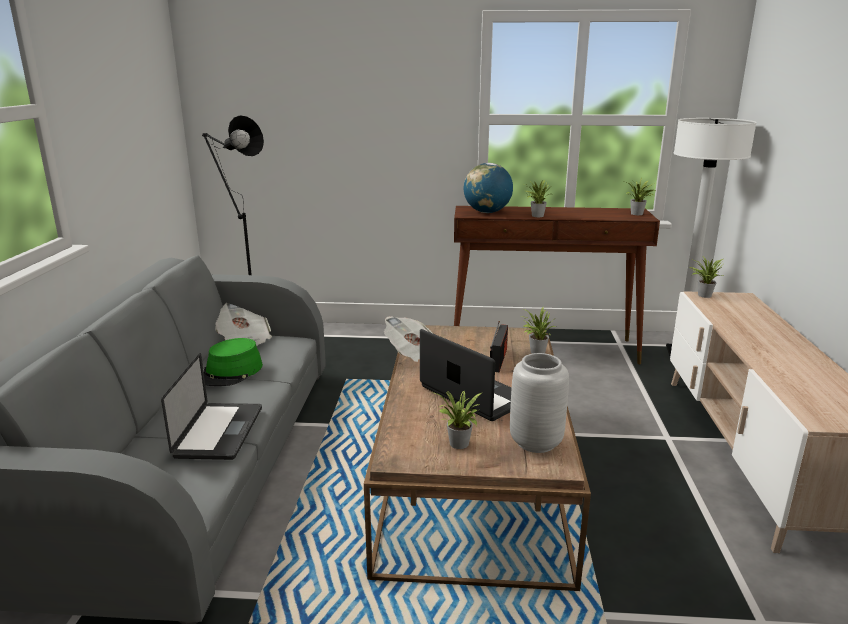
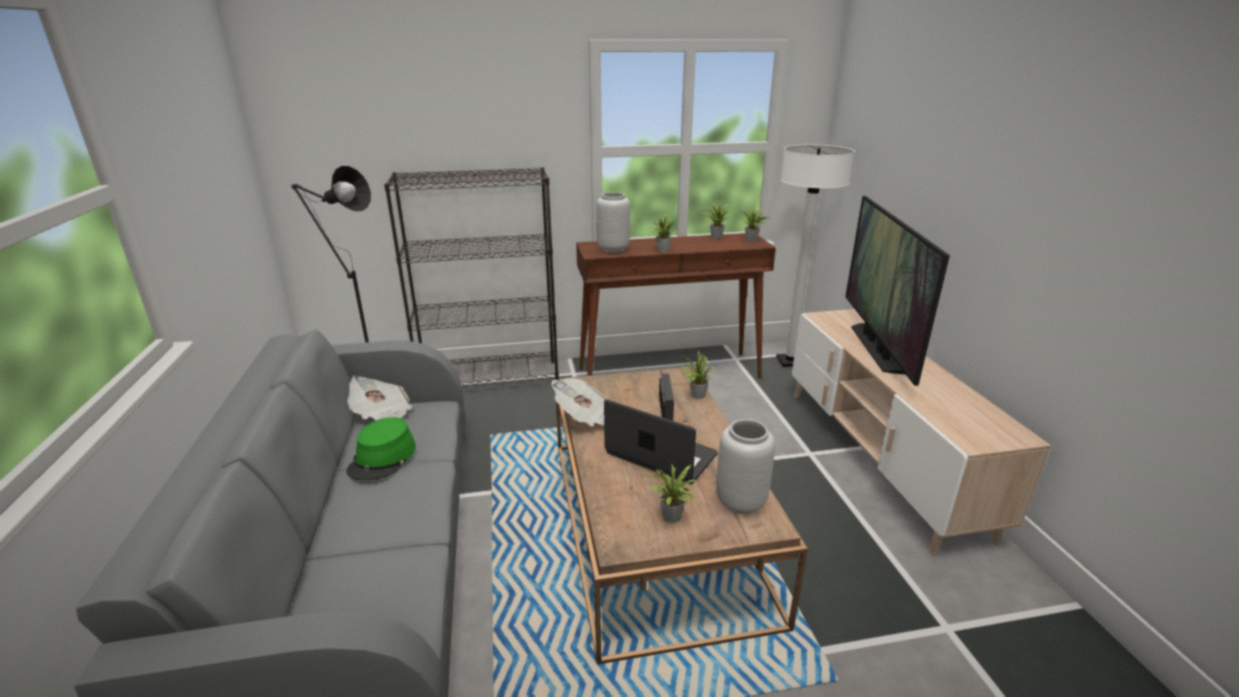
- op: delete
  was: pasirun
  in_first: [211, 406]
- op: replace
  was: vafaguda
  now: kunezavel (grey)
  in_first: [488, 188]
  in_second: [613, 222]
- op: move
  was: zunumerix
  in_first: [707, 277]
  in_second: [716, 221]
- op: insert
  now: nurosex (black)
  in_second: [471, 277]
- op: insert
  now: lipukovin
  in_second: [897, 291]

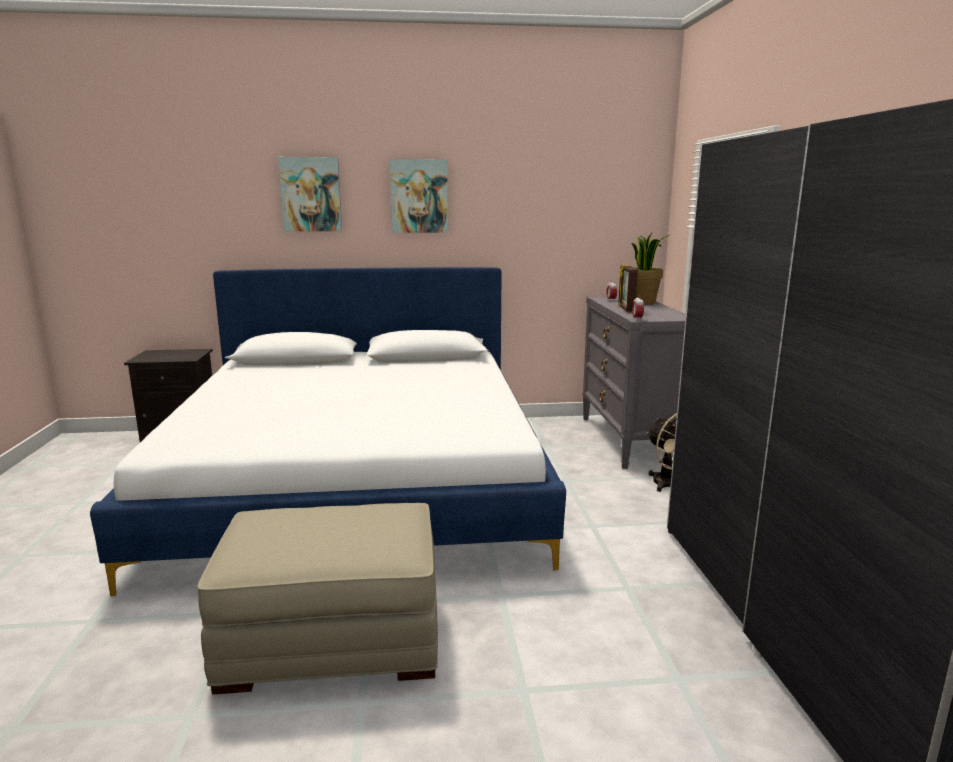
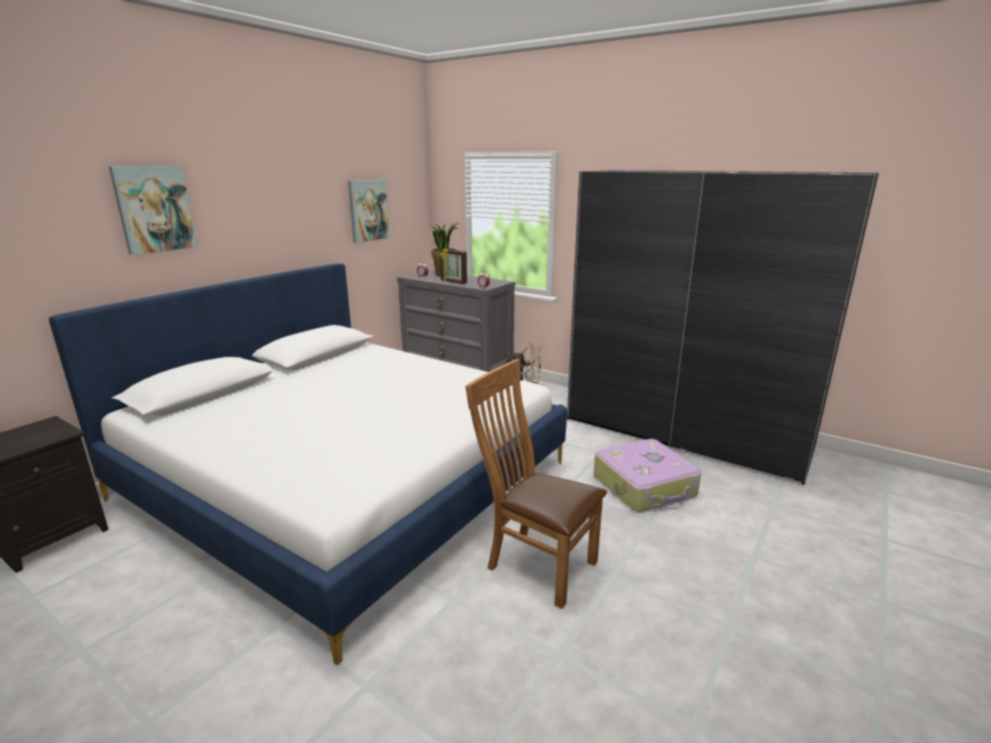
- op: replace
  was: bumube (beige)
  now: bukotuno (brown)
  in_first: [317, 599]
  in_second: [536, 484]
- op: move
  was: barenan
  in_first: [419, 196]
  in_second: [369, 211]
- op: insert
  now: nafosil
  in_second: [647, 475]

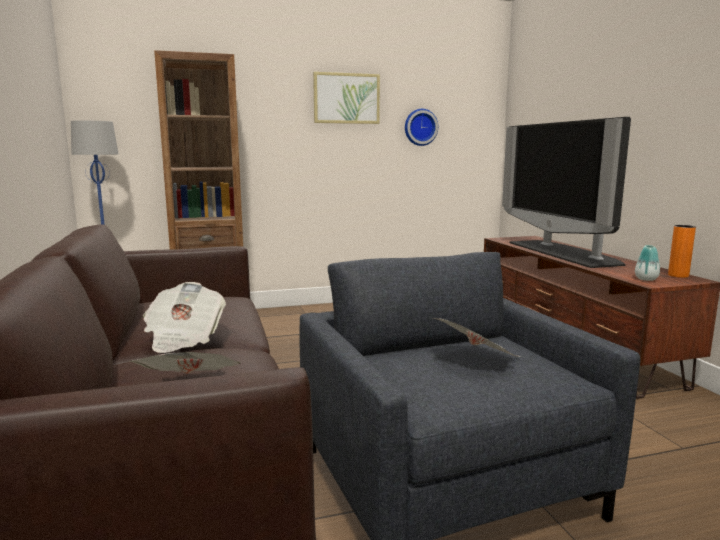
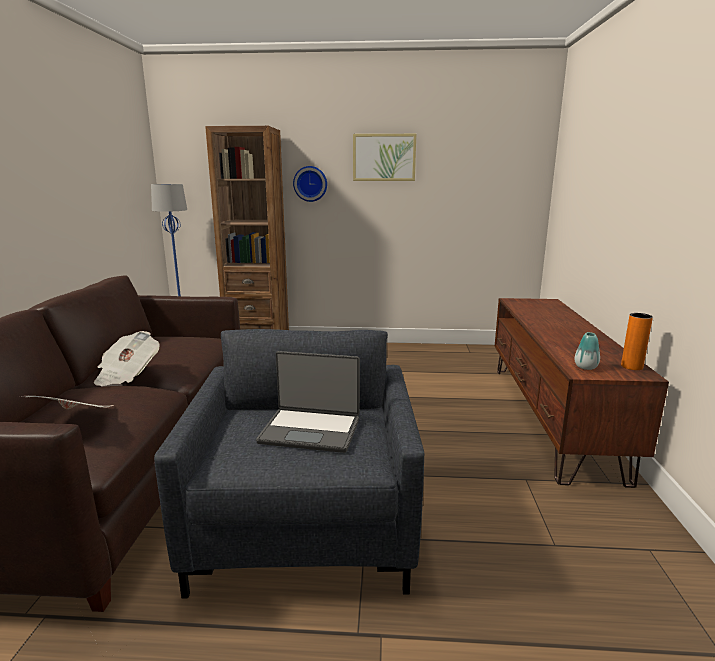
- op: move
  was: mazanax
  in_first: [421, 127]
  in_second: [310, 184]
- op: replace
  was: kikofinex
  now: pasirun
  in_first: [477, 337]
  in_second: [308, 402]
- op: delete
  was: lipukovin
  in_first: [566, 192]

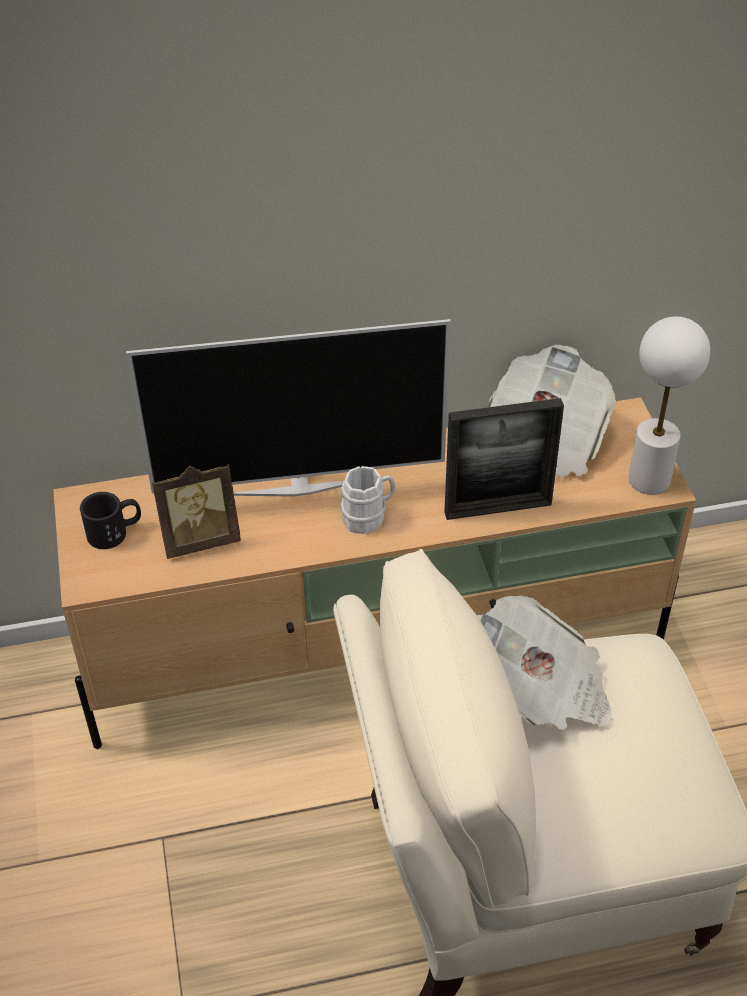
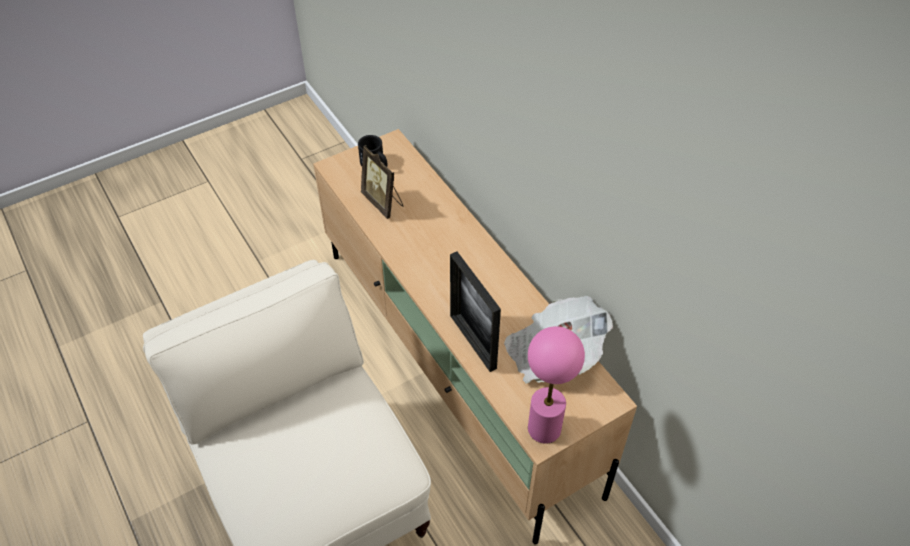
- op: delete
  was: lipukovin
  in_first: [288, 408]
- op: delete
  was: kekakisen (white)
  in_first: [368, 500]
- op: delete
  was: kikofinex
  in_first: [545, 663]
- op: recolor
  was: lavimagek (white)
  now: lavimagek (pink)
  in_first: [669, 406]
  in_second: [556, 385]

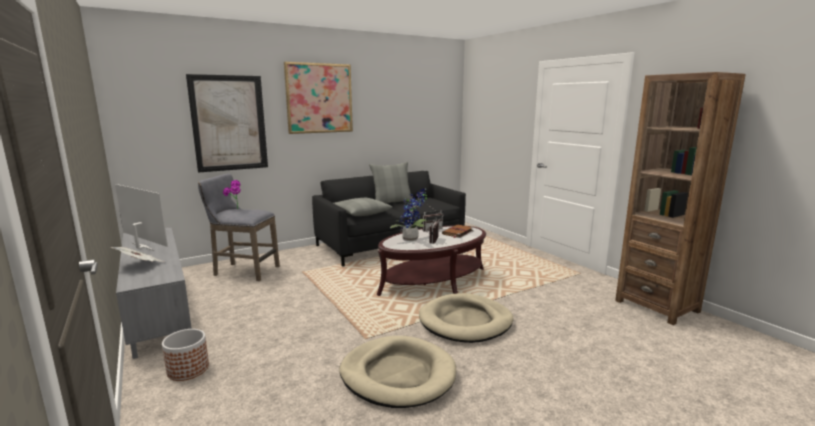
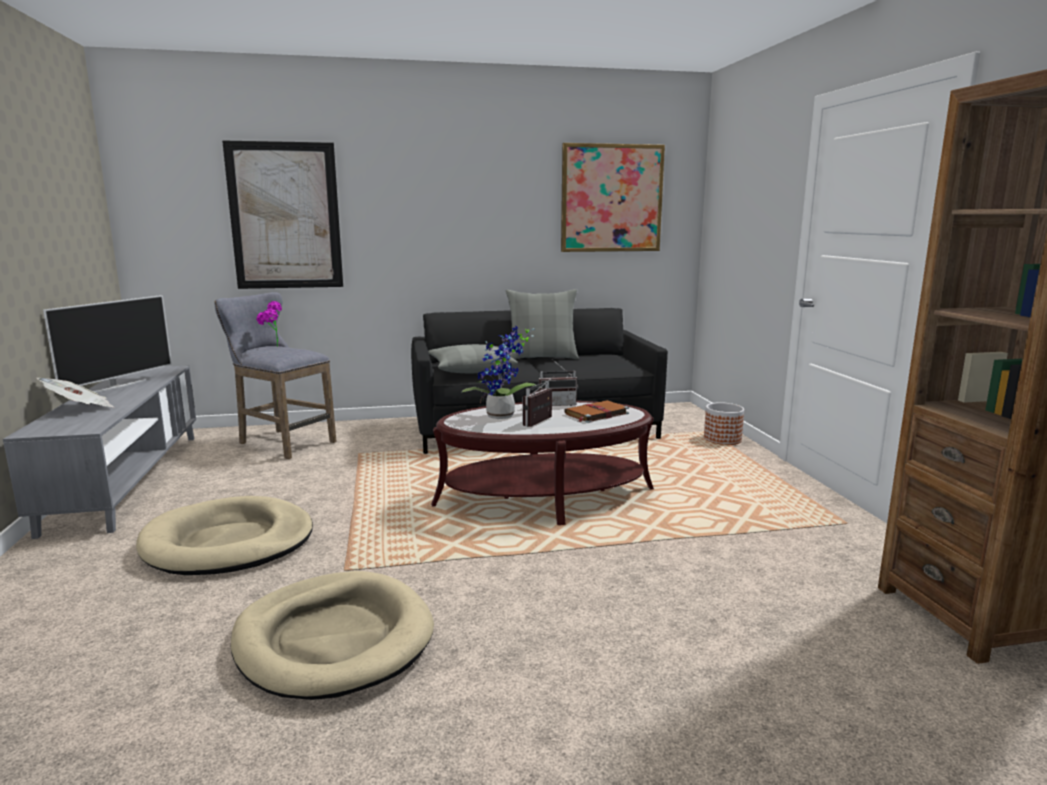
- op: rotate
  was: lipukovin
  in_first: [141, 217]
  in_second: [107, 344]
  clockwise: 60
- op: move
  was: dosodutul
  in_first: [185, 355]
  in_second: [724, 423]
- op: move
  was: barenan
  in_first: [318, 98]
  in_second: [613, 197]
- op: move
  was: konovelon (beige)
  in_first: [466, 318]
  in_second: [224, 535]

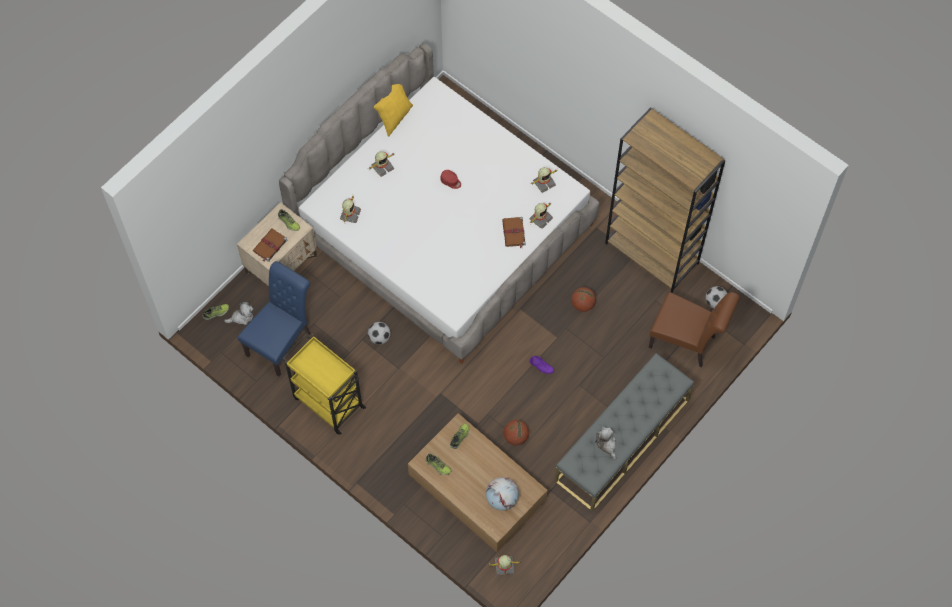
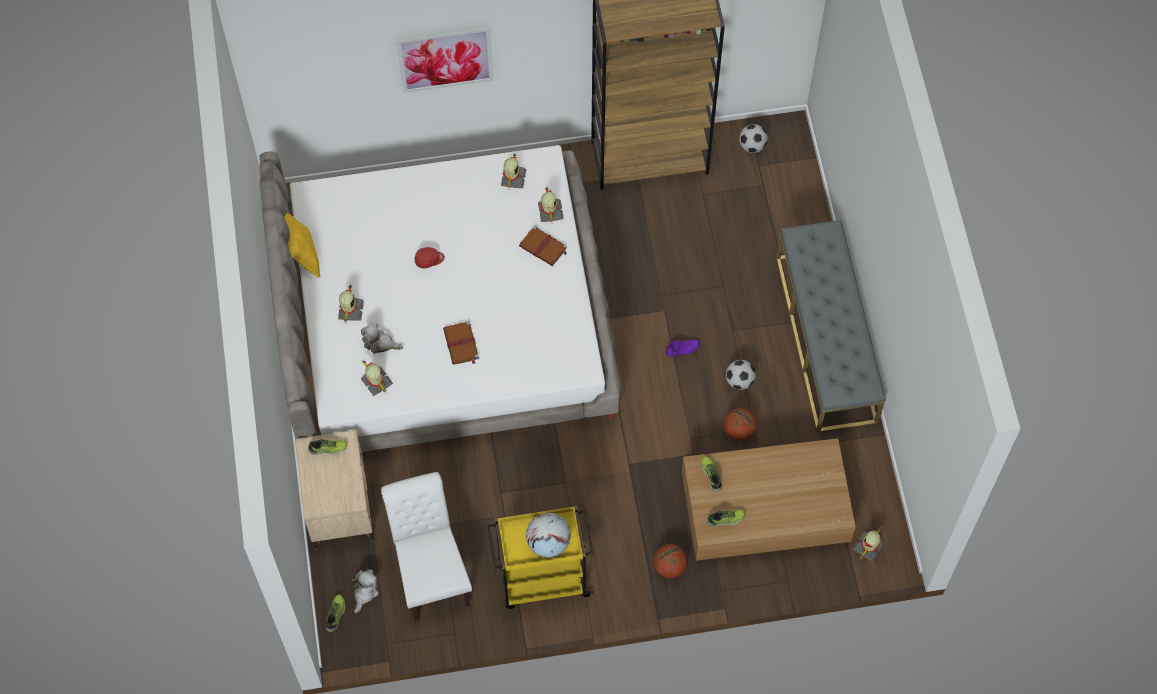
- op: recolor
  was: bukotuno (blue)
  now: bukotuno (white)
  in_first: [274, 319]
  in_second: [426, 547]
- op: move
  was: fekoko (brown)
  in_first: [270, 245]
  in_second: [461, 343]
- op: move
  was: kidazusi
  in_first: [379, 333]
  in_second: [741, 375]
- op: move
  was: vafaguda
  in_first: [502, 494]
  in_second: [548, 535]
- op: move
  was: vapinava
  in_first: [583, 299]
  in_second: [670, 561]
- op: move
  was: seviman
  in_first: [605, 443]
  in_second: [382, 338]
- op: delete
  was: bukotuno (brown)
  in_first: [694, 330]
- op: insert
  now: barenan
  in_second: [444, 60]

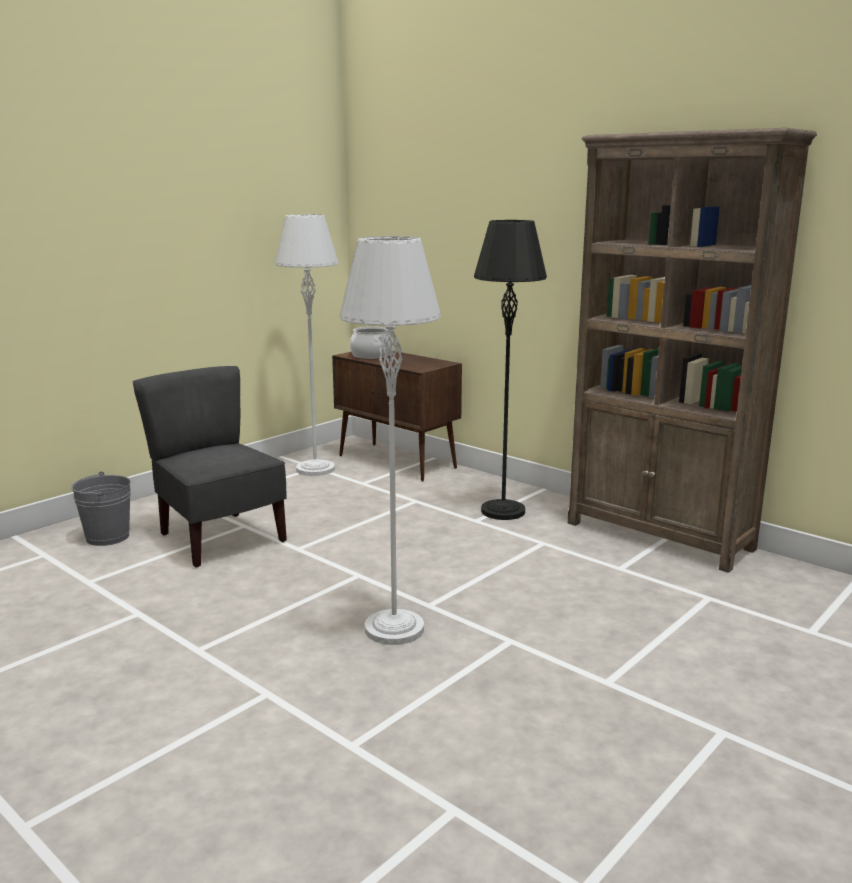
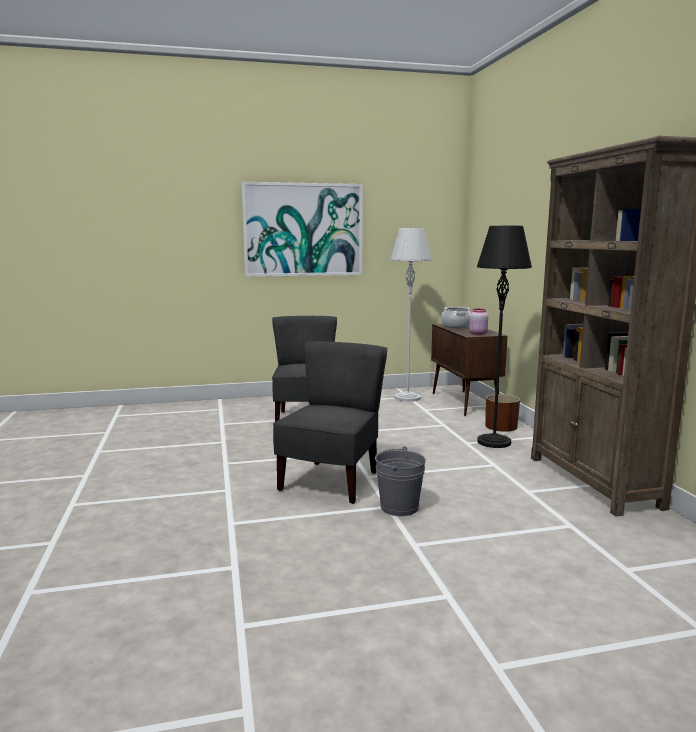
- op: move
  was: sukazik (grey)
  in_first: [101, 508]
  in_second: [400, 481]
- op: replace
  was: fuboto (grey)
  now: bukotuno (grey)
  in_first: [390, 440]
  in_second: [330, 422]
- op: insert
  now: barenan
  in_second: [302, 229]
- op: insert
  now: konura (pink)
  in_second: [478, 322]
- op: insert
  now: dosodutul (brown)
  in_second: [502, 413]

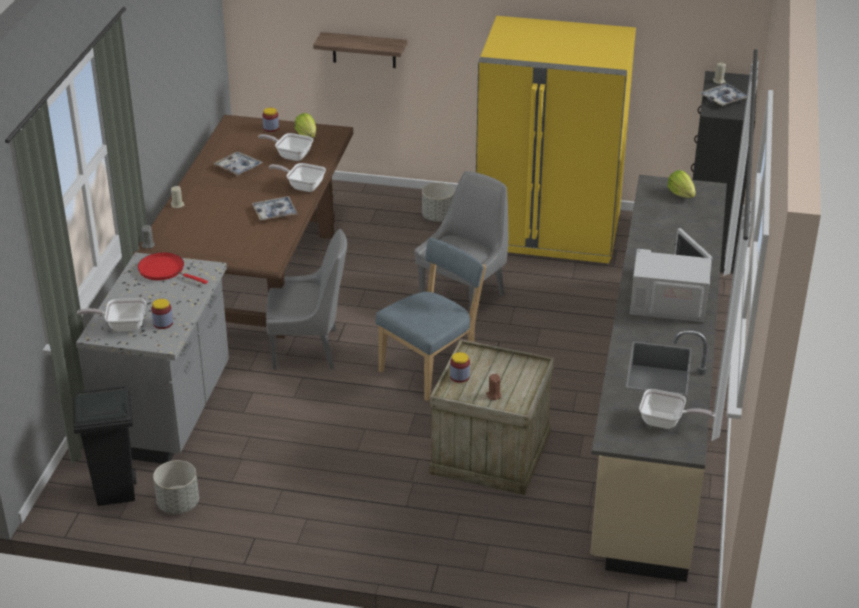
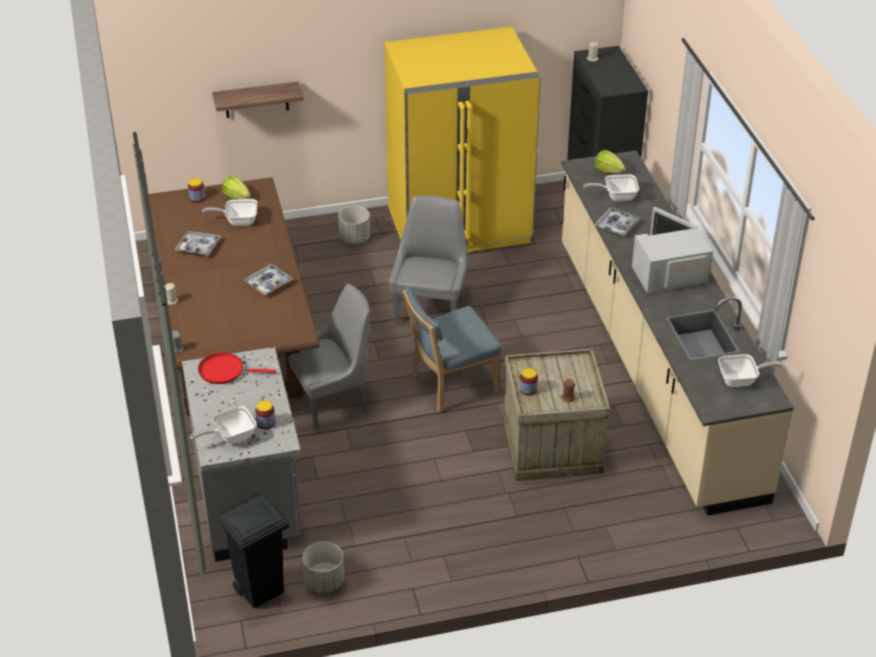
- op: move
  was: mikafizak
  in_first: [297, 177]
  in_second: [611, 187]
- op: rotate
  was: bukotuno (blue)
  in_first: [430, 319]
  in_second: [452, 349]
  clockwise: -135
- op: move
  was: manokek
  in_first: [723, 94]
  in_second: [617, 221]

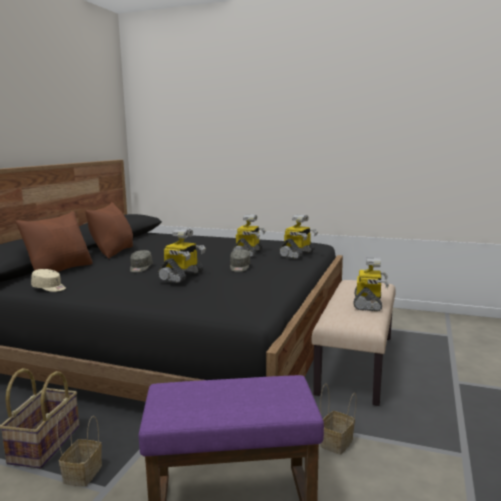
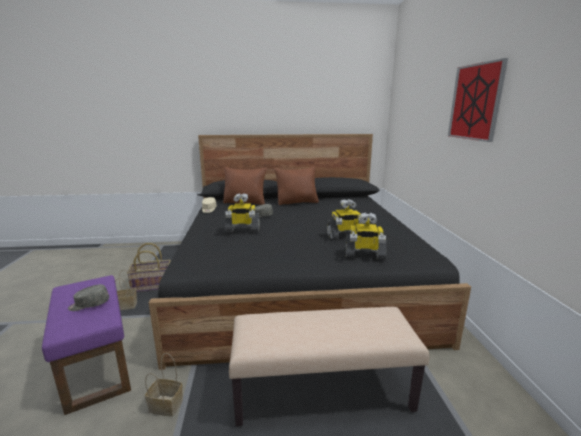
- op: move
  was: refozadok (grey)
  in_first: [240, 260]
  in_second: [88, 297]
- op: delete
  was: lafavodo
  in_first: [371, 284]
- op: insert
  now: barenan
  in_second: [478, 100]

